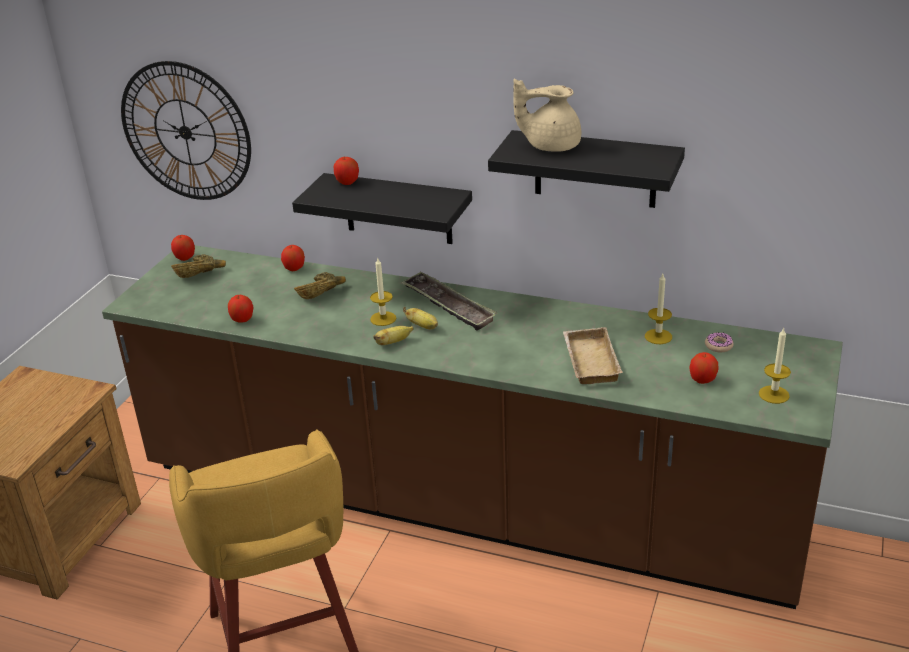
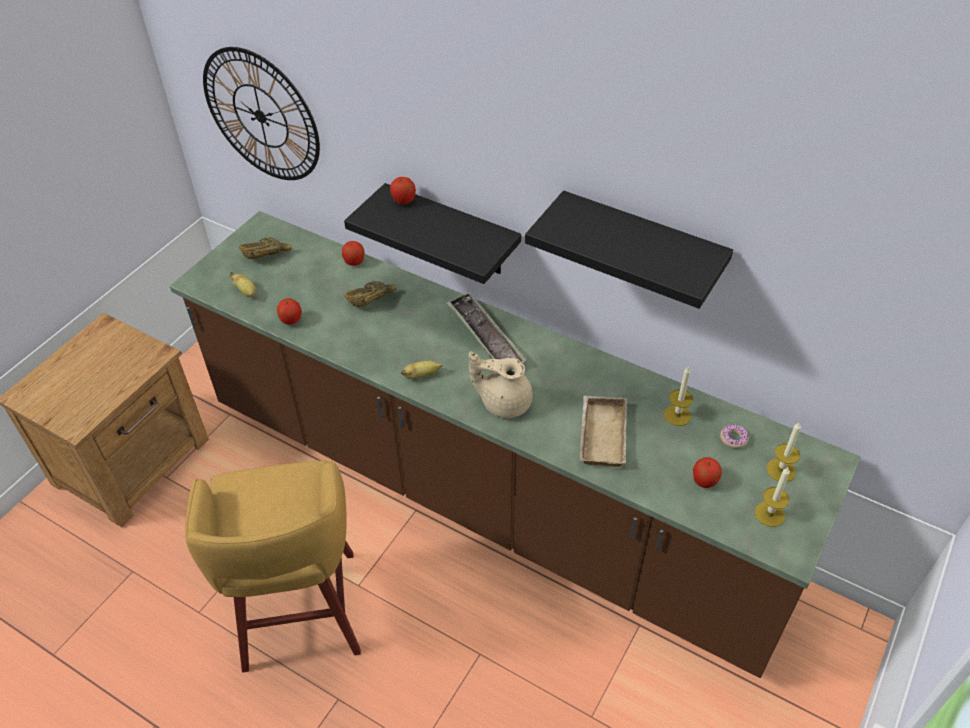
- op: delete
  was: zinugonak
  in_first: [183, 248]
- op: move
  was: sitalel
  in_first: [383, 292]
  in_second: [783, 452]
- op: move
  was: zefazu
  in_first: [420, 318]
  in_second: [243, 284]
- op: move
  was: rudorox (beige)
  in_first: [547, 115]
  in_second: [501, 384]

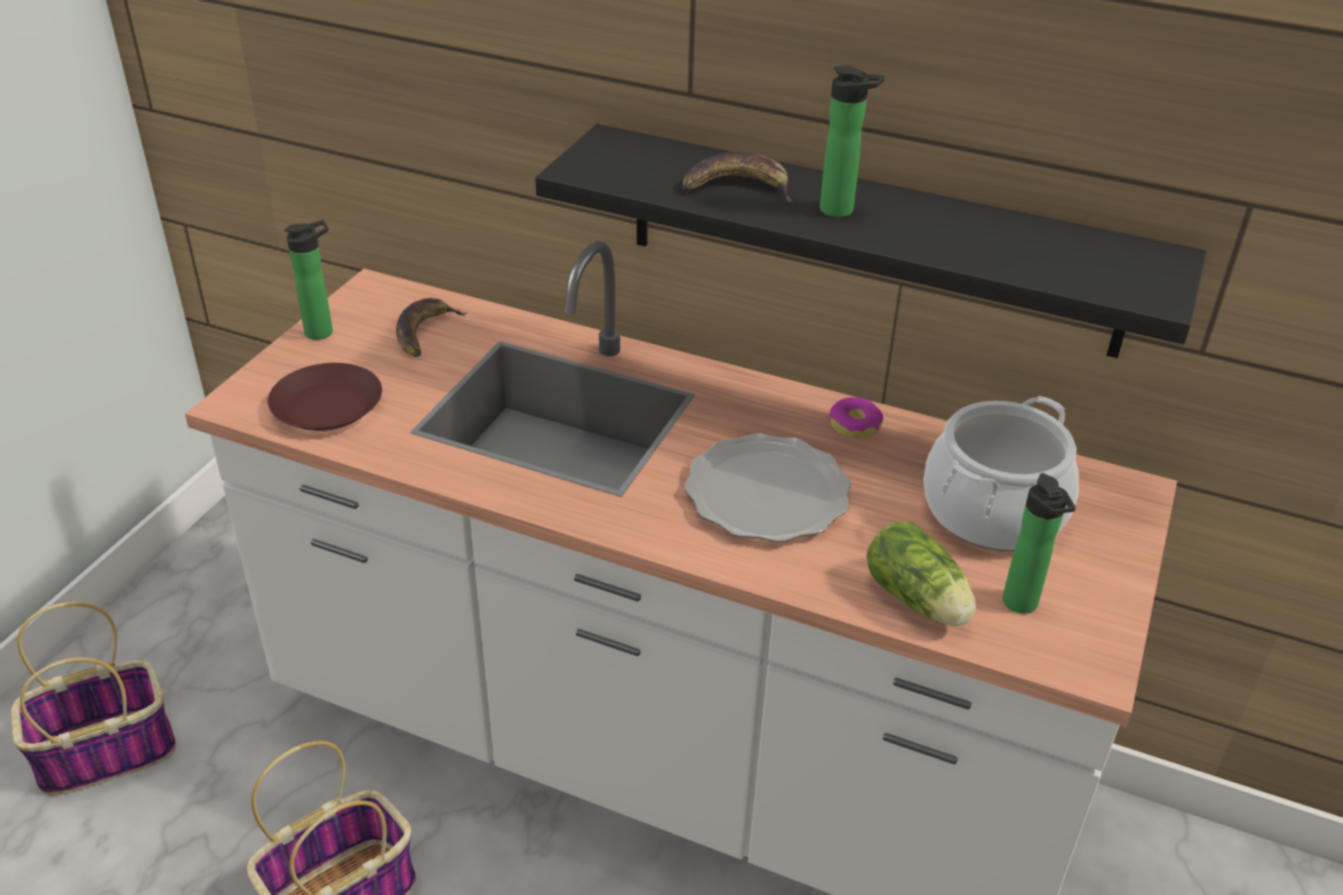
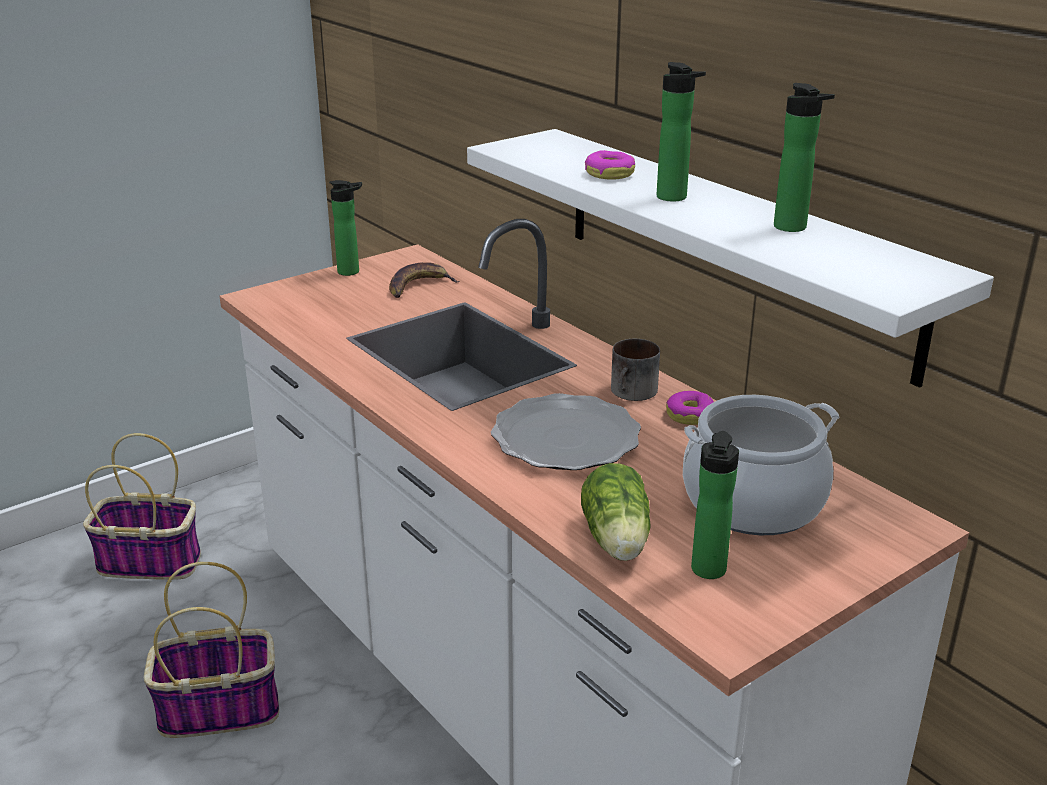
- op: delete
  was: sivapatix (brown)
  in_first: [325, 397]
- op: recolor
  was: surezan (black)
  now: surezan (white)
  in_first: [871, 241]
  in_second: [730, 258]
- op: replace
  was: zefazu
  now: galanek
  in_first: [737, 177]
  in_second: [610, 164]
- op: insert
  now: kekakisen
  in_second: [635, 370]
- op: insert
  now: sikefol
  in_second: [804, 157]

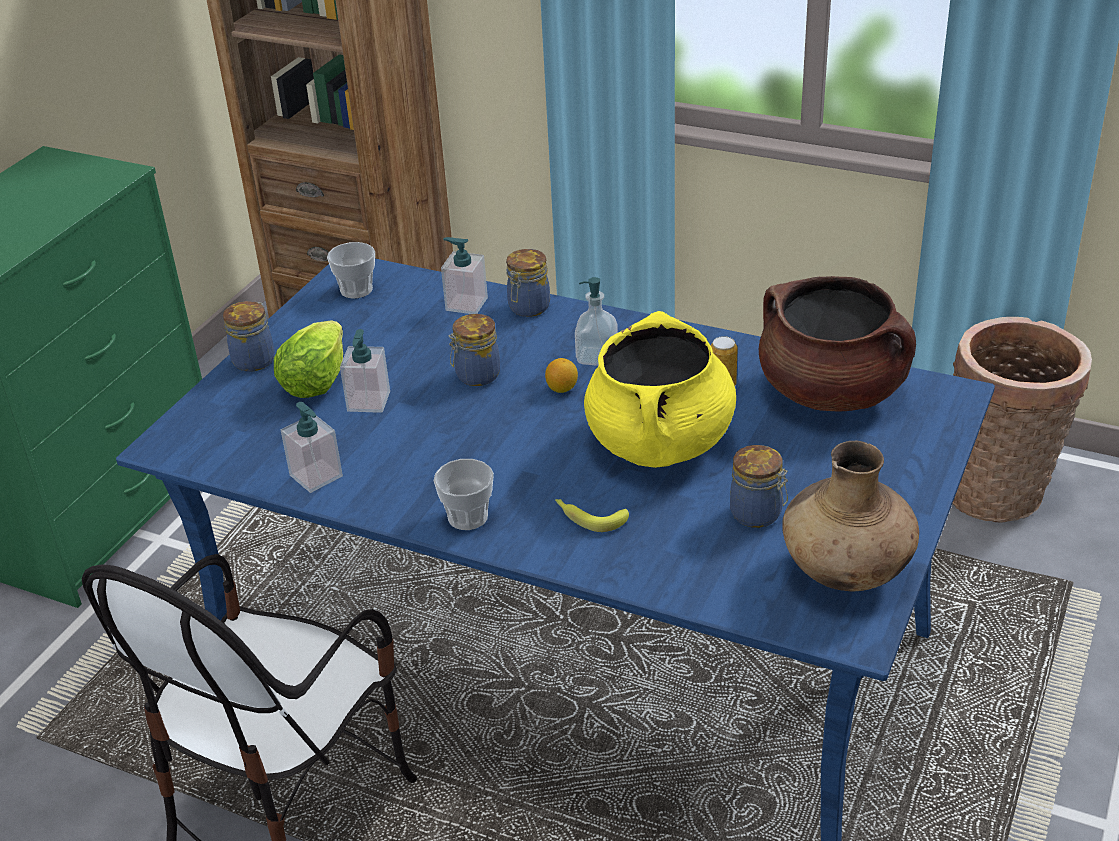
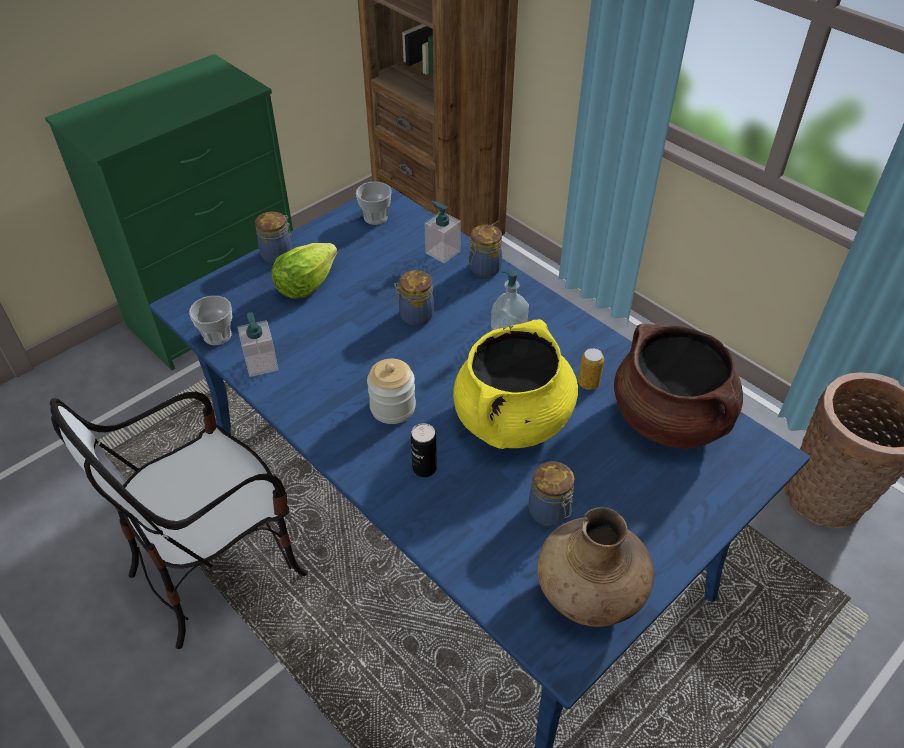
- op: delete
  was: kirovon
  in_first: [365, 371]
- op: move
  was: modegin
  in_first: [464, 494]
  in_second: [210, 320]
- op: delete
  was: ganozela
  in_first: [561, 375]
- op: replace
  was: zefazu
  now: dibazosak
  in_first: [592, 515]
  in_second: [424, 450]
- op: insert
  now: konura
  in_second: [391, 391]

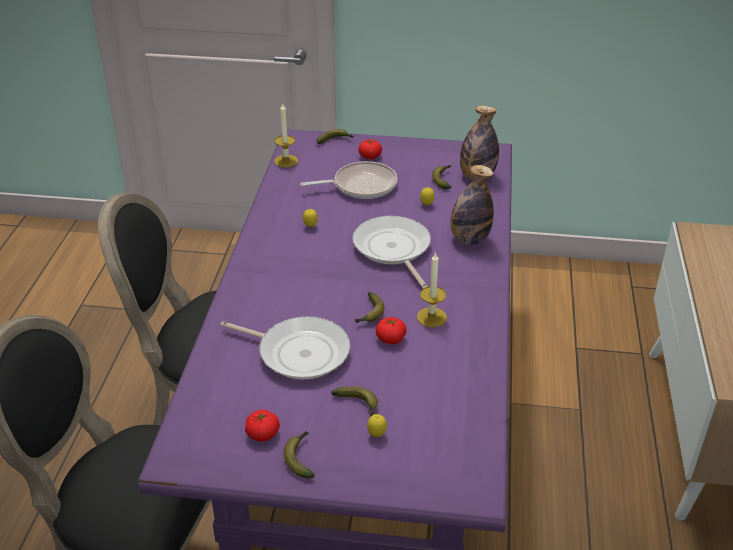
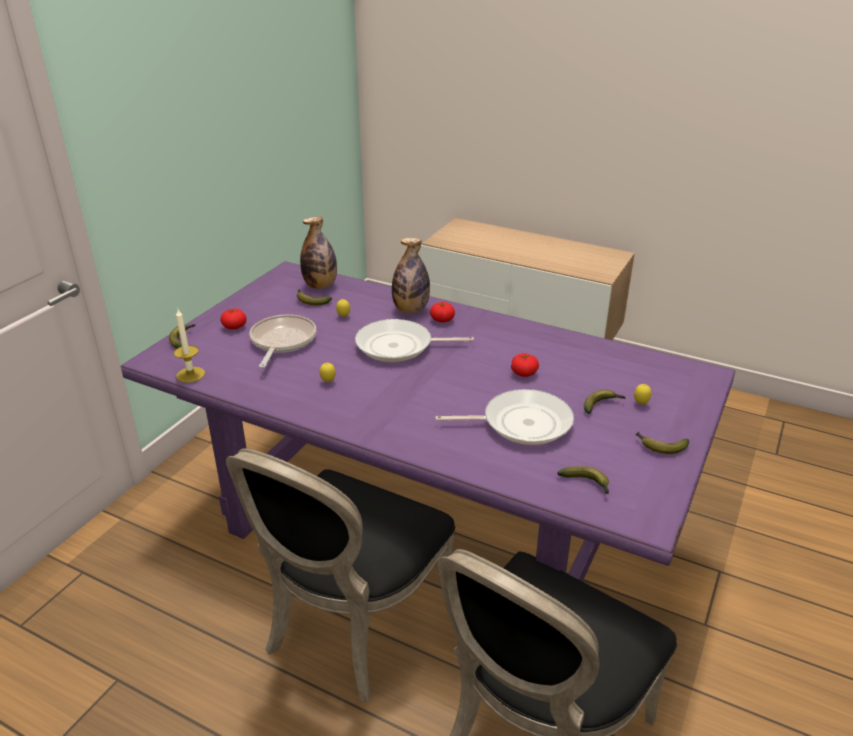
- op: rotate
  was: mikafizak
  in_first: [285, 347]
  in_second: [505, 417]
  clockwise: 45
- op: move
  was: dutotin
  in_first: [262, 426]
  in_second: [442, 312]
- op: move
  was: zefazu
  in_first: [370, 307]
  in_second: [583, 480]
- op: delete
  was: sitalel
  in_first: [432, 289]

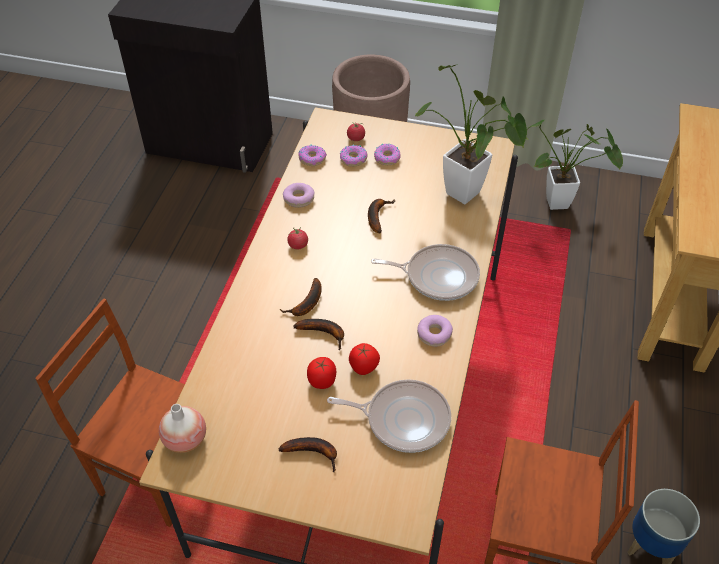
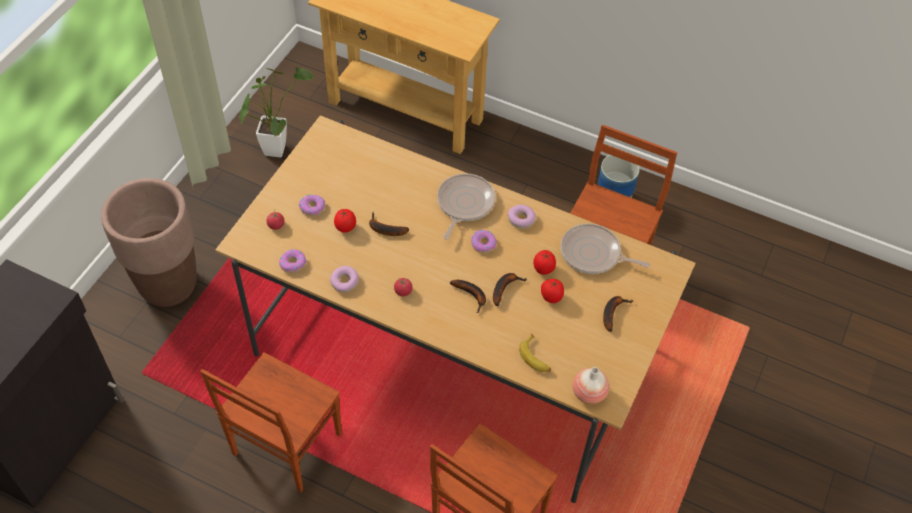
- op: rotate
  was: mikafizak
  in_first: [389, 416]
  in_second: [605, 248]
  clockwise: -90
- op: move
  was: galanek
  in_first: [354, 156]
  in_second: [484, 241]
- op: delete
  was: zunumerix
  in_first: [471, 134]
- op: insert
  now: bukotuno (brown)
  in_second: [271, 422]
- op: insert
  now: dutotin
  in_second: [345, 221]
- op: insert
  now: zefazu
  in_second: [535, 353]

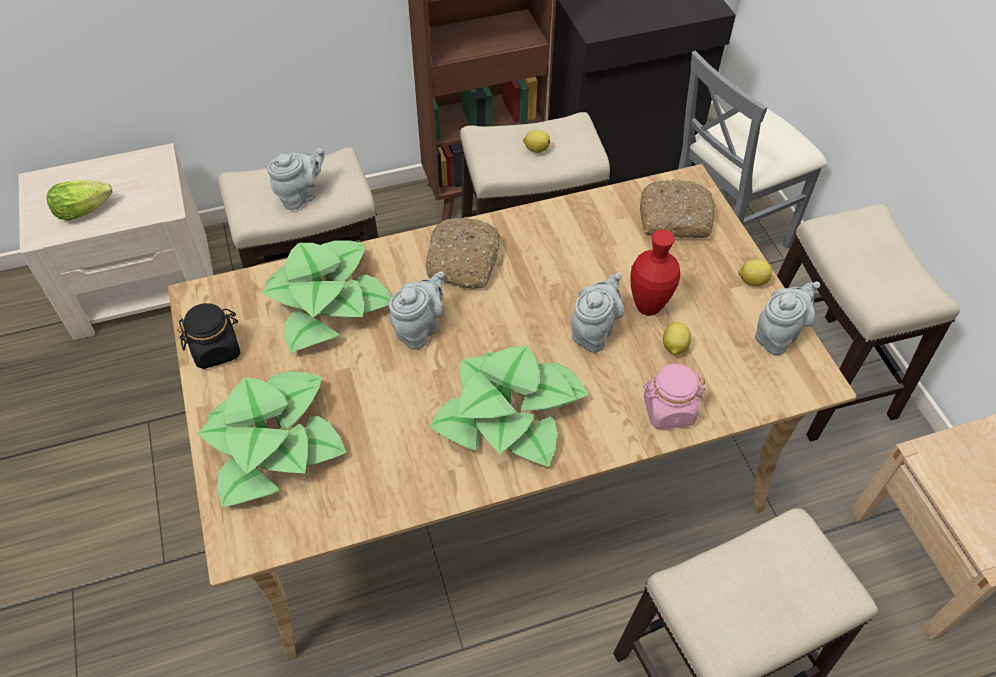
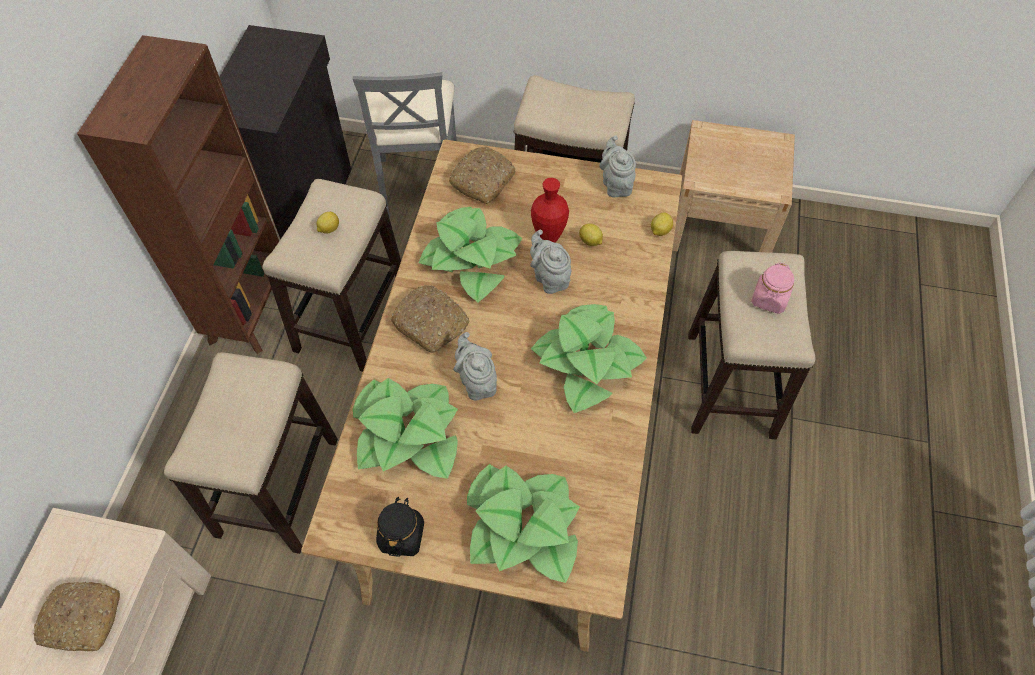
- op: replace
  was: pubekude
  now: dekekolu
  in_first: [80, 200]
  in_second: [77, 616]
- op: delete
  was: rudorox (grey)
  in_first: [296, 179]
- op: move
  was: konura (pink)
  in_first: [674, 396]
  in_second: [772, 288]
- op: move
  was: ganozela
  in_first: [755, 273]
  in_second: [662, 224]
- op: insert
  now: zunumerix
  in_second: [470, 254]

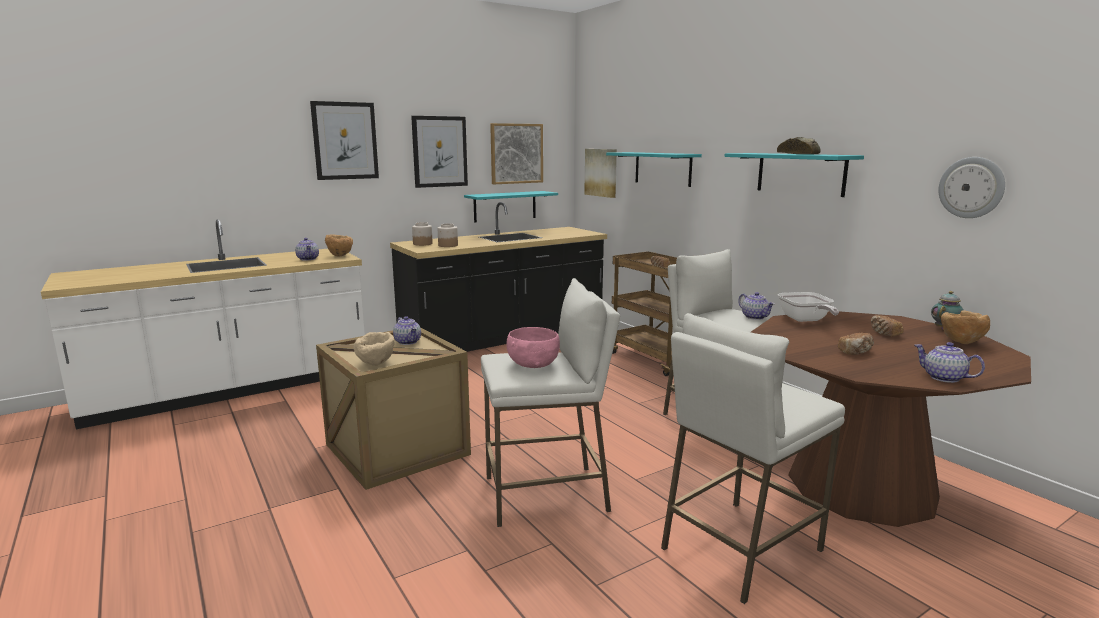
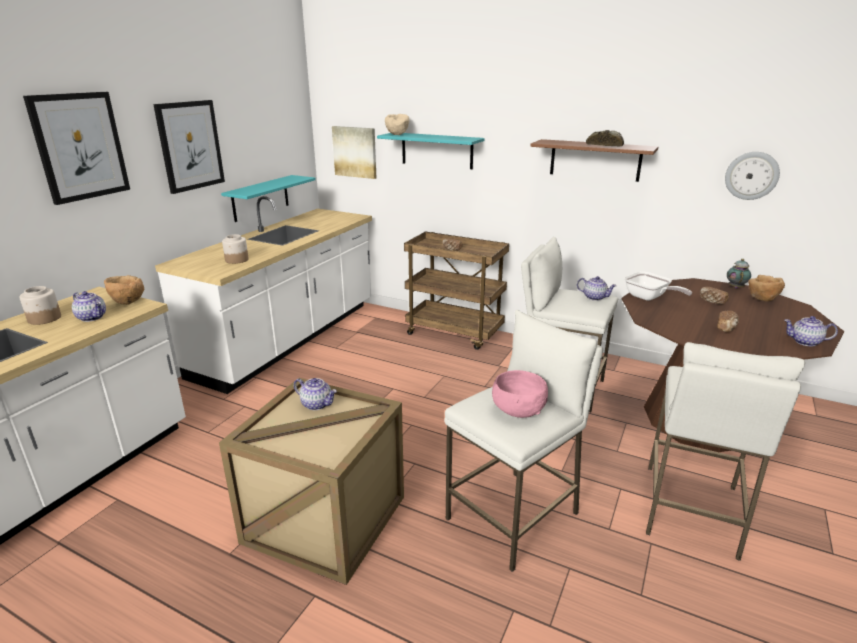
- op: move
  was: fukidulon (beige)
  in_first: [374, 349]
  in_second: [397, 124]
- op: recolor
  was: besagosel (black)
  now: besagosel (white)
  in_first: [498, 277]
  in_second: [263, 295]
- op: move
  was: konura
  in_first: [422, 234]
  in_second: [40, 305]
- op: delete
  was: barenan
  in_first: [516, 153]
- op: recolor
  was: surezan (turquoise)
  now: surezan (brown)
  in_first: [794, 175]
  in_second: [594, 160]

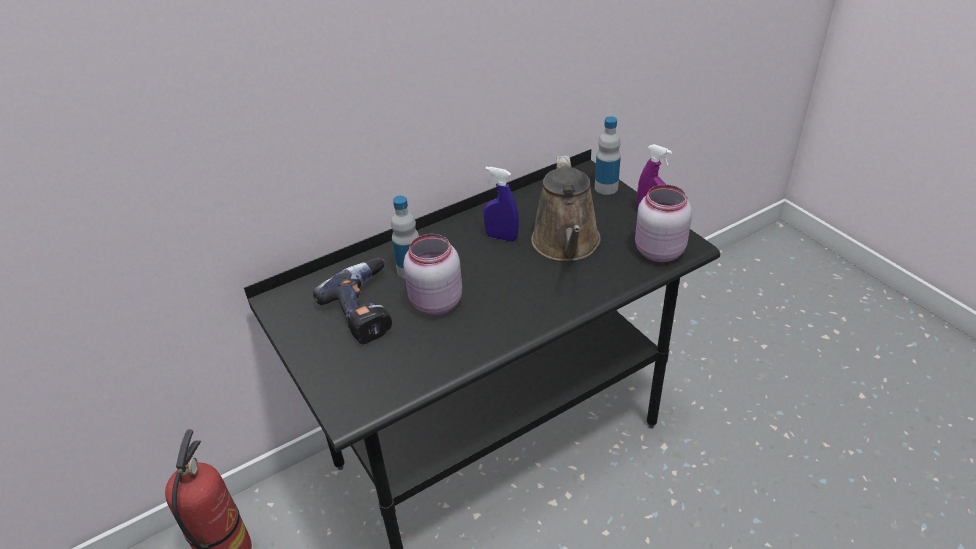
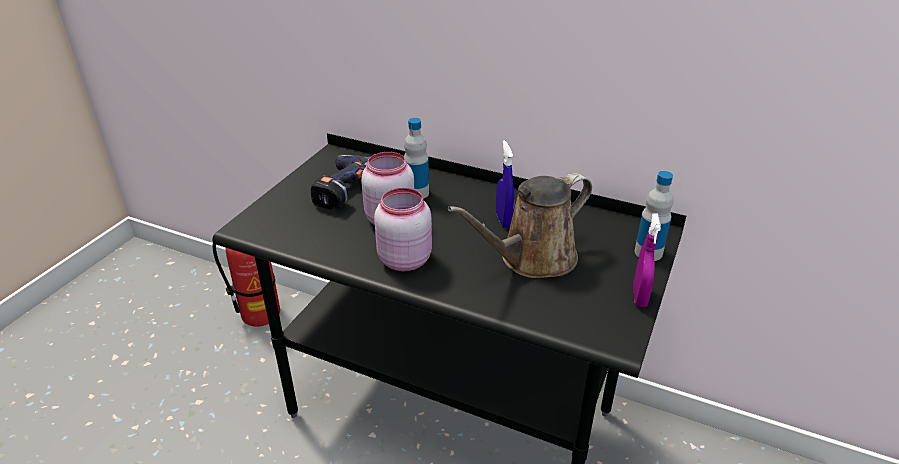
- op: move
  was: konura (pink)
  in_first: [663, 223]
  in_second: [403, 229]

